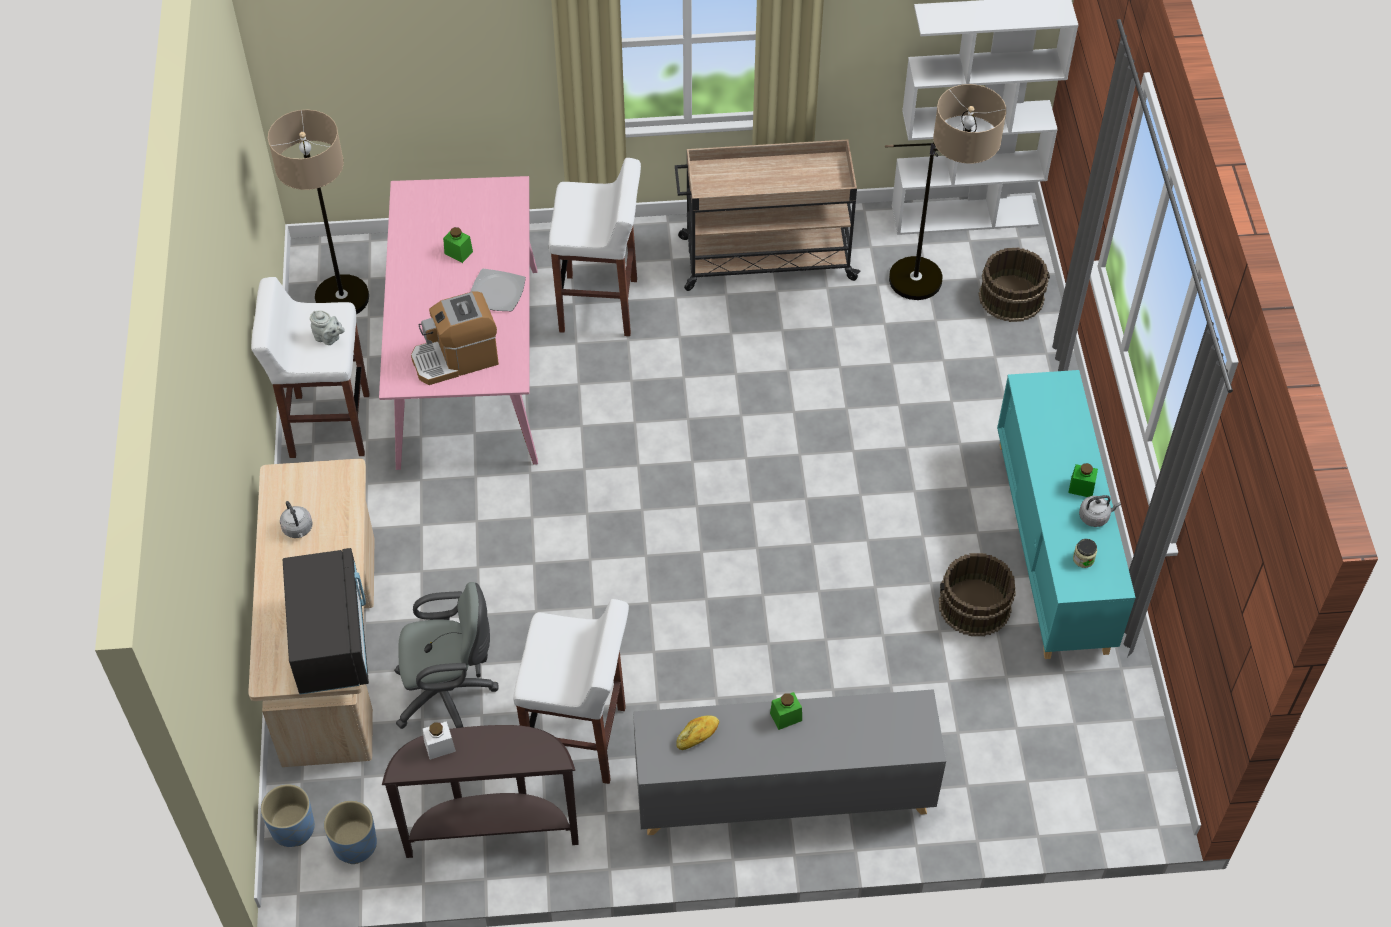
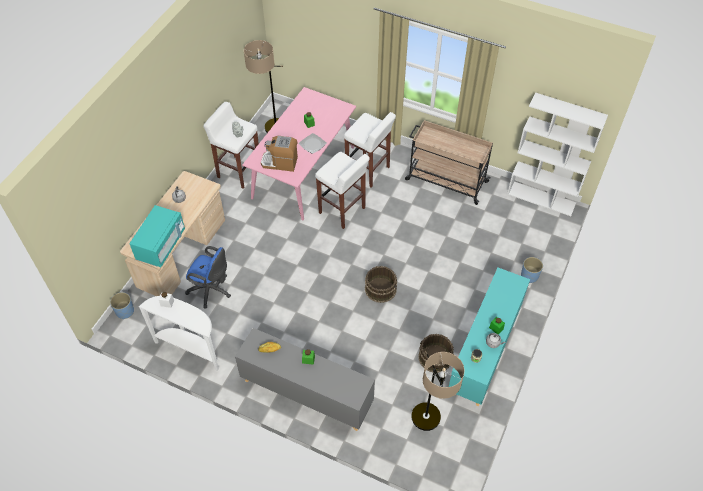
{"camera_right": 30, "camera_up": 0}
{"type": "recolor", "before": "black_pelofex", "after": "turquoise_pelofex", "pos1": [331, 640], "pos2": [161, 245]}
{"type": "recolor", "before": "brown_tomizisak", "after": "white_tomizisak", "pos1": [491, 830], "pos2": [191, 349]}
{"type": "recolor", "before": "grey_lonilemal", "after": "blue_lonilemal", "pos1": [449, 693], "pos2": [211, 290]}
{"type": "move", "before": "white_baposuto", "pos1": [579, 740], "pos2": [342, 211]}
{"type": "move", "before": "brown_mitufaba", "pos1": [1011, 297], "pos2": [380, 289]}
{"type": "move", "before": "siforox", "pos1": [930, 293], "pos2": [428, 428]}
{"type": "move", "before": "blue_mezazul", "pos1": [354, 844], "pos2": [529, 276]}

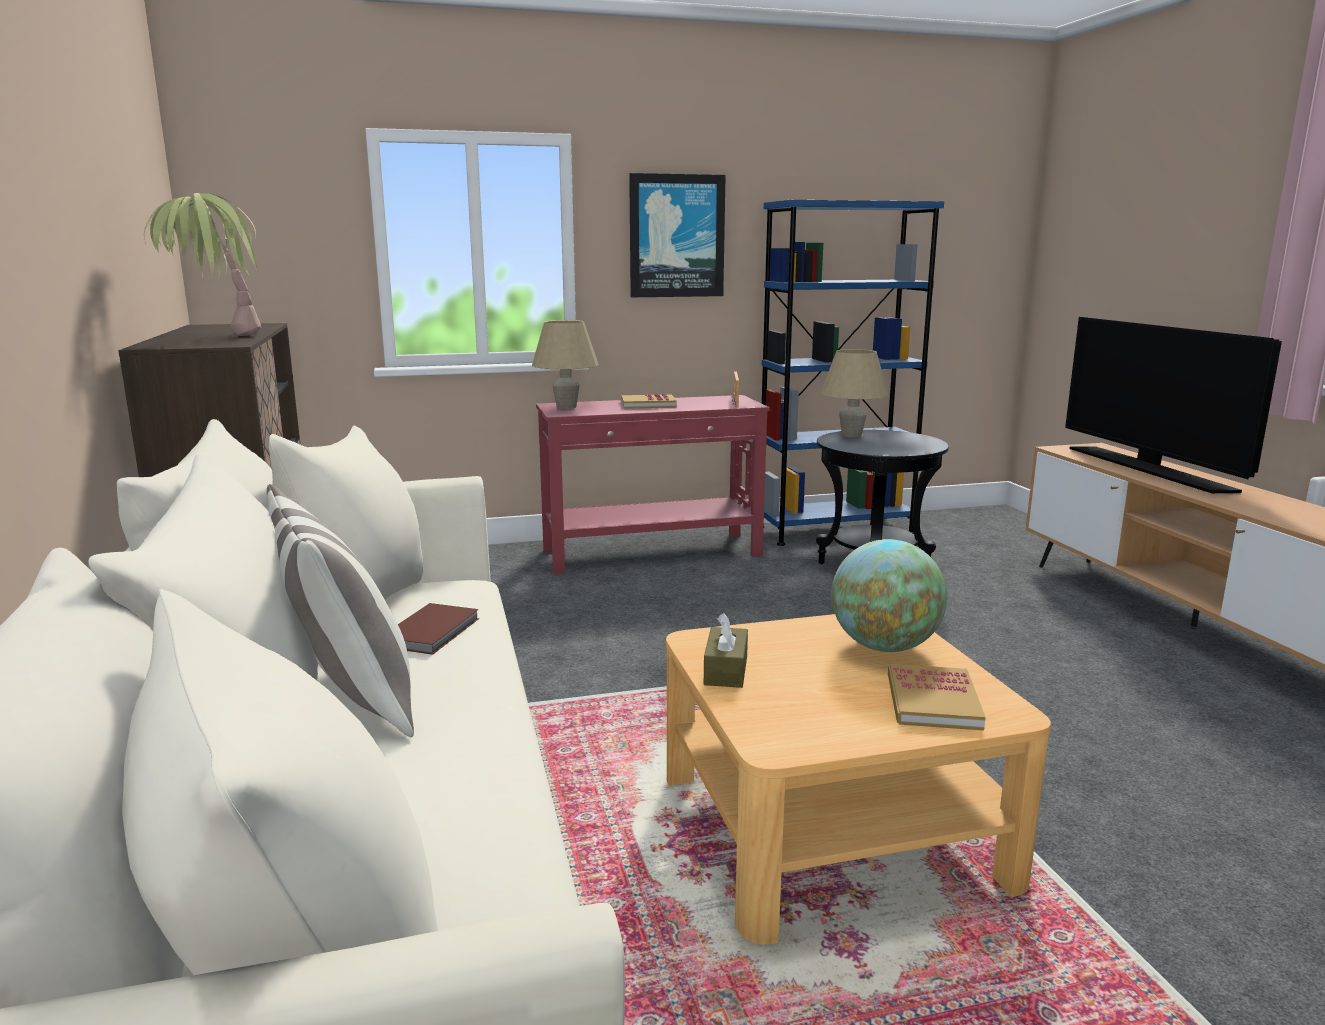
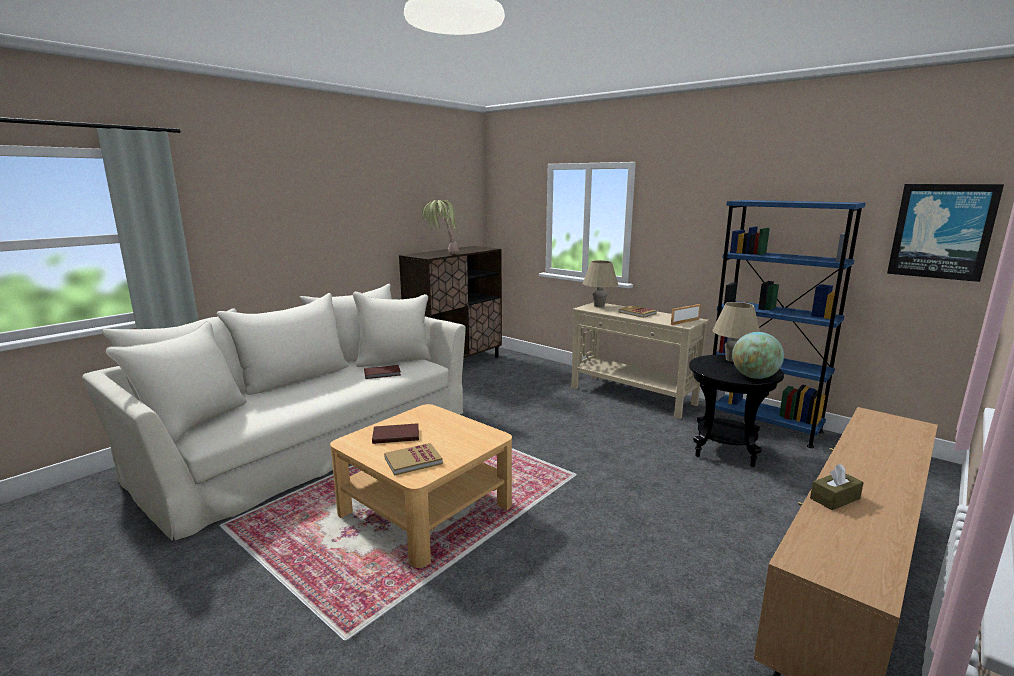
{"camera_right": 55, "camera_up": 0}
{"type": "insert", "after": "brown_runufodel", "pos2": [395, 435]}
{"type": "recolor", "before": "red_tomizisak", "after": "beige_tomizisak", "pos1": [653, 553], "pos2": [632, 396]}
{"type": "move", "before": "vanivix", "pos1": [884, 646], "pos2": [754, 377]}
{"type": "move", "before": "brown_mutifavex", "pos1": [726, 670], "pos2": [834, 498]}
{"type": "move", "before": "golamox", "pos1": [676, 236], "pos2": [941, 231]}
{"type": "delete", "before": "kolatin", "pos1": [347, 700]}
{"type": "delete", "before": "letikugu", "pos1": [1149, 469]}

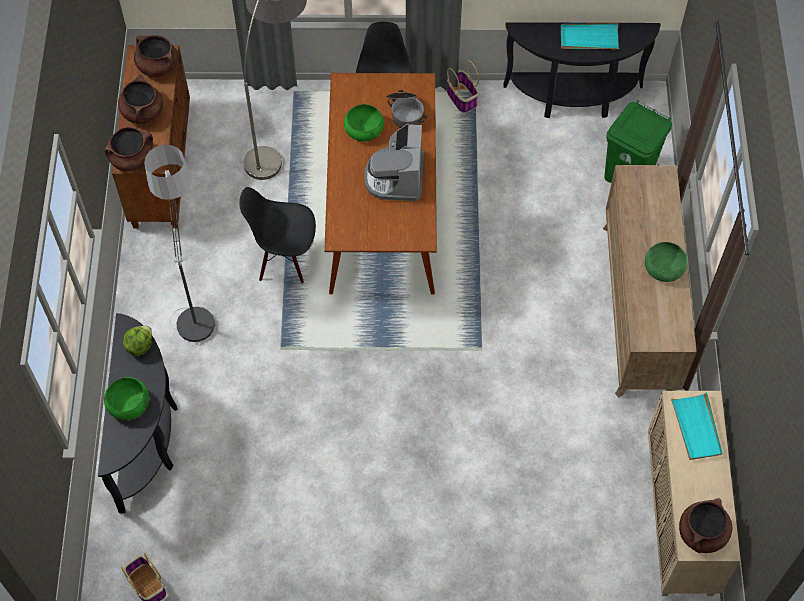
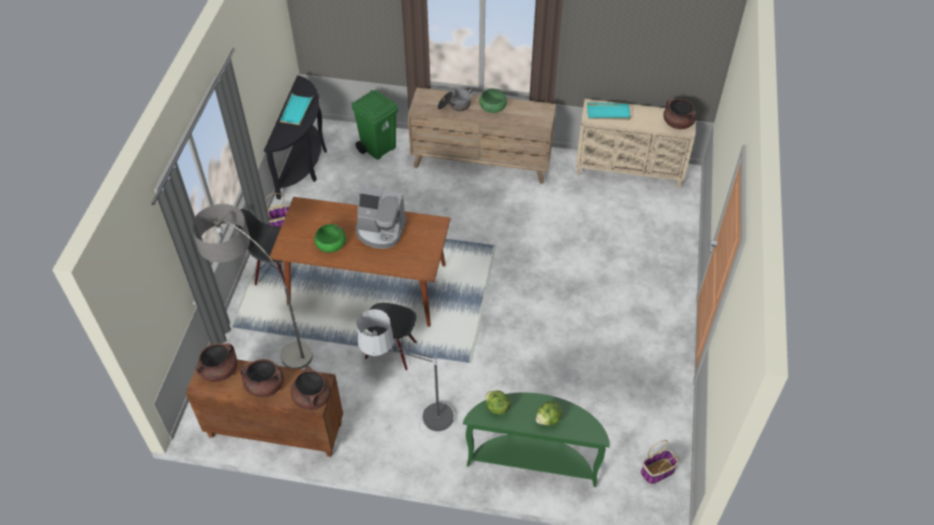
{"camera_right": -80, "camera_up": -10}
{"type": "move", "before": "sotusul", "pos1": [405, 113], "pos2": [454, 105]}
{"type": "recolor", "before": "black_tomizisak", "after": "green_tomizisak", "pos1": [149, 438], "pos2": [533, 460]}
{"type": "replace", "before": "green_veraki", "after": "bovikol", "pos1": [128, 403], "pos2": [548, 419]}

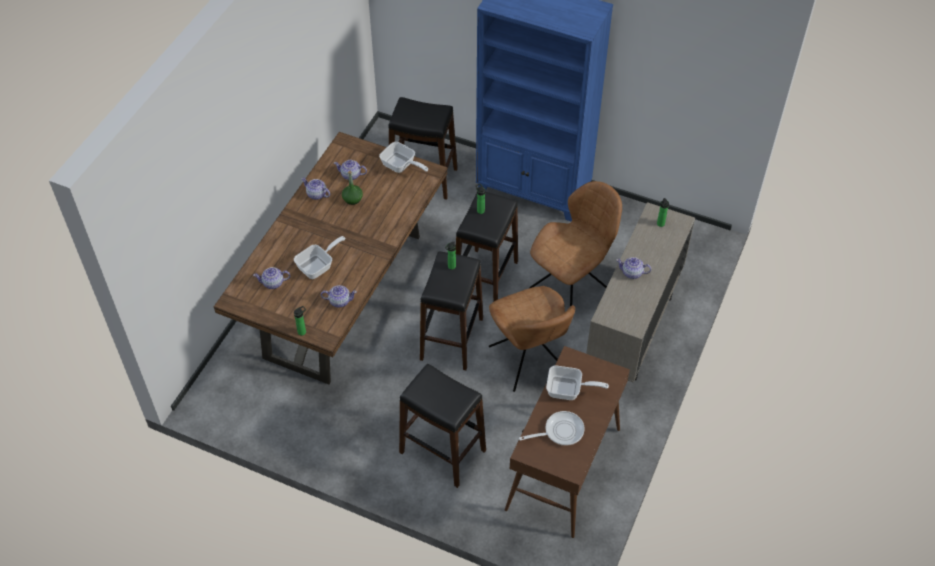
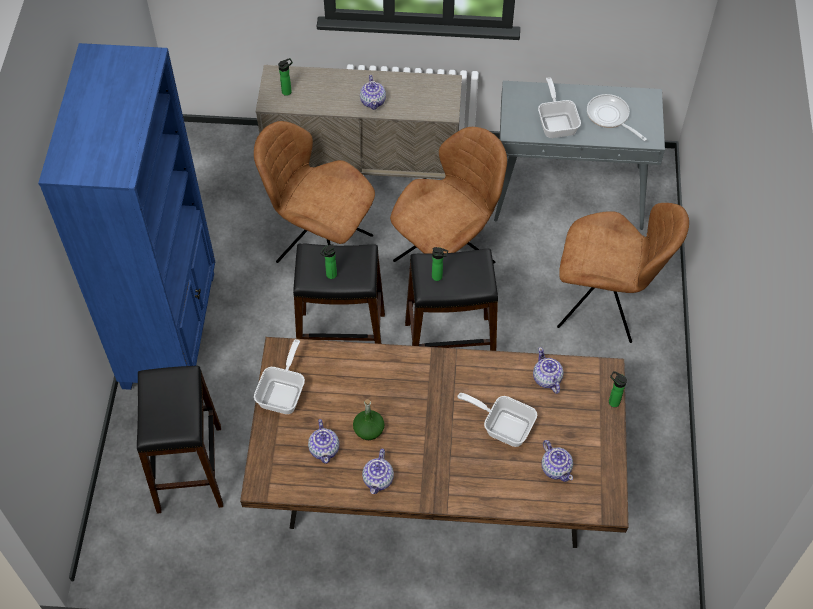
{"camera_right": -110, "camera_up": 5}
{"type": "recolor", "before": "brown_tomizisak", "after": "grey_tomizisak", "pos1": [563, 470], "pos2": [569, 193]}
{"type": "replace", "before": "black_baposuto", "after": "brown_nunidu", "pos1": [442, 451], "pos2": [604, 306]}

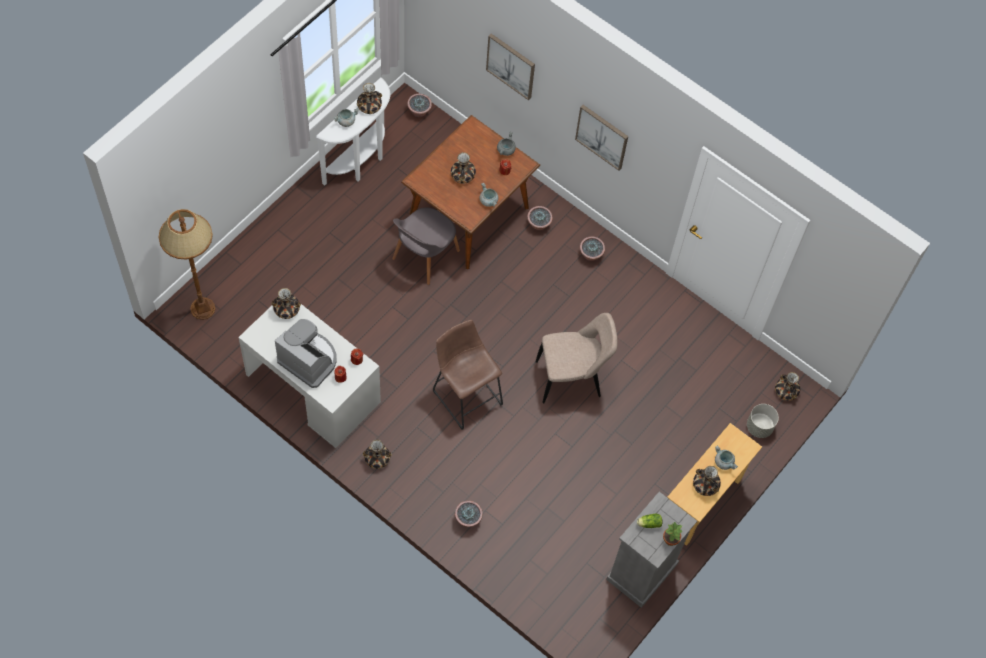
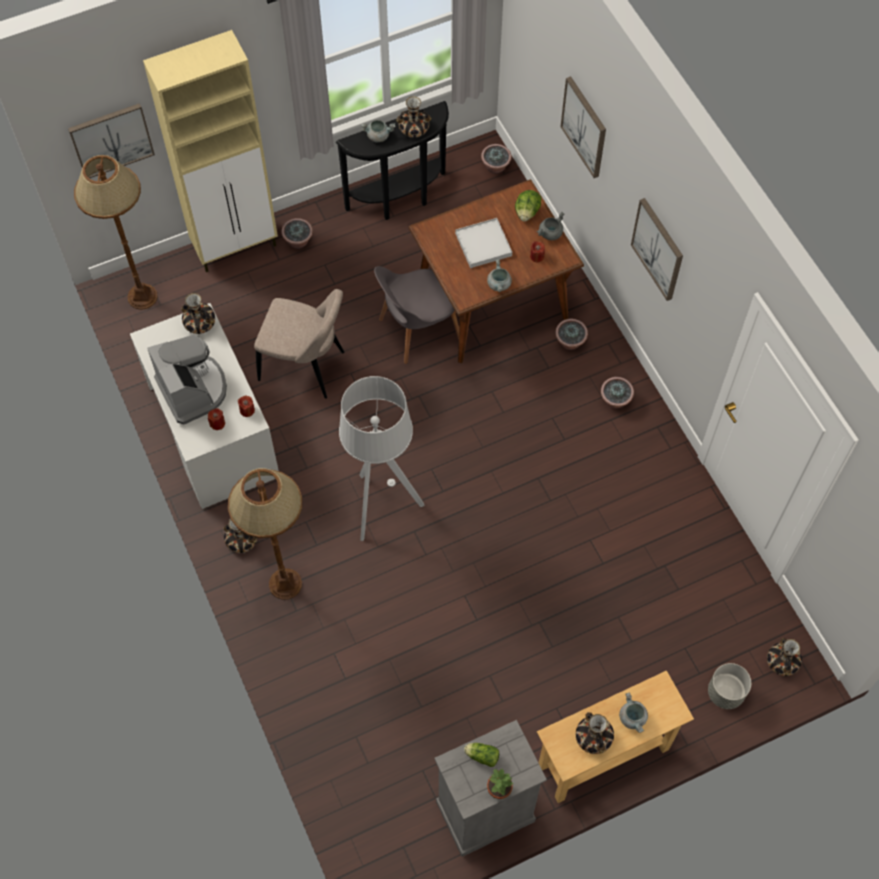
{"camera_right": 30, "camera_up": 0}
{"type": "insert", "after": "golamox", "pos2": [111, 140]}
{"type": "insert", "after": "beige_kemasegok", "pos2": [236, 247]}
{"type": "insert", "after": "brown_siforox", "pos2": [285, 584]}
{"type": "move", "before": "beige_nunidu", "pos1": [571, 379], "pos2": [306, 367]}
{"type": "move", "before": "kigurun", "pos1": [468, 519], "pos2": [298, 242]}
{"type": "recolor", "before": "white_tomizisak", "after": "black_tomizisak", "pos1": [361, 162], "pos2": [400, 200]}
{"type": "replace", "before": "brown_baposuto", "after": "grey_siforox", "pos1": [465, 394], "pos2": [382, 506]}
{"type": "replace", "before": "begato", "after": "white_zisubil", "pos1": [462, 176], "pos2": [483, 245]}
{"type": "insert", "after": "bovikol", "pos2": [527, 212]}

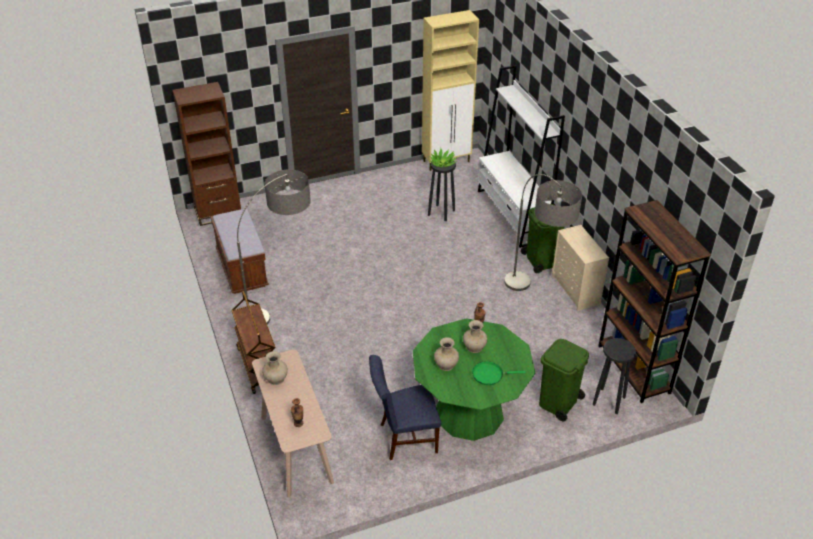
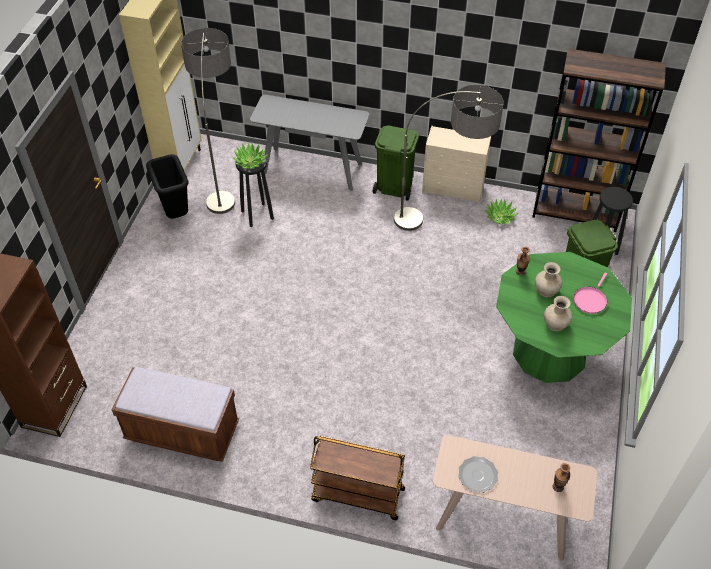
{"camera_right": -55, "camera_up": 10}
{"type": "insert", "after": "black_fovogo", "pos2": [176, 213]}
{"type": "move", "before": "siforox", "pos1": [285, 306], "pos2": [223, 179]}
{"type": "replace", "before": "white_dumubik", "after": "grey_tomizisak", "pos1": [512, 215], "pos2": [312, 168]}
{"type": "replace", "before": "beige_begato", "after": "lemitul", "pos1": [275, 379], "pos2": [477, 475]}
{"type": "insert", "after": "kigurun", "pos2": [500, 216]}
{"type": "recolor", "before": "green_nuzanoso", "after": "pink_nuzanoso", "pos1": [490, 375], "pos2": [590, 300]}
{"type": "delete", "before": "blue_nunidu", "pos1": [404, 438]}

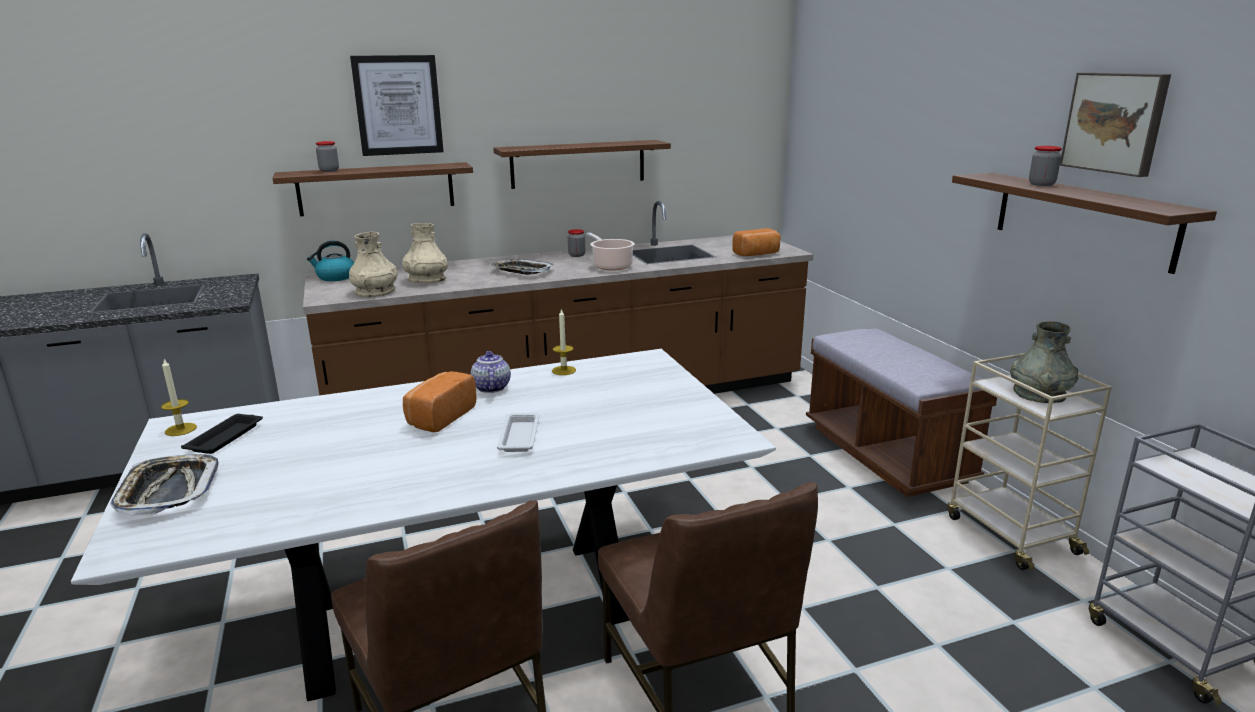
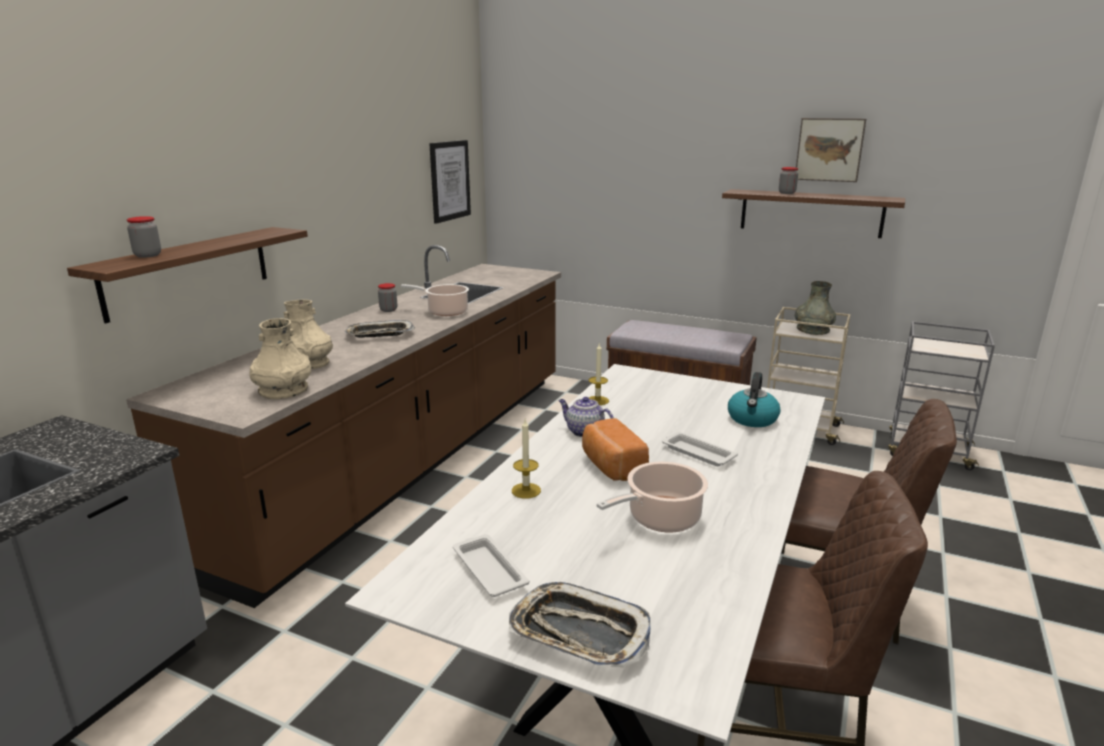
{"camera_right": -45, "camera_up": 0}
{"type": "move", "before": "golamox", "pos1": [398, 105], "pos2": [449, 180]}
{"type": "recolor", "before": "black_zisubil", "after": "white_zisubil", "pos1": [226, 437], "pos2": [488, 569]}
{"type": "move", "before": "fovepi", "pos1": [181, 429], "pos2": [526, 490]}
{"type": "insert", "after": "sotusul", "pos2": [660, 519]}
{"type": "move", "before": "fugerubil", "pos1": [335, 277], "pos2": [752, 419]}
{"type": "delete", "before": "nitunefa", "pos1": [578, 164]}
{"type": "delete", "before": "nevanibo", "pos1": [757, 254]}

